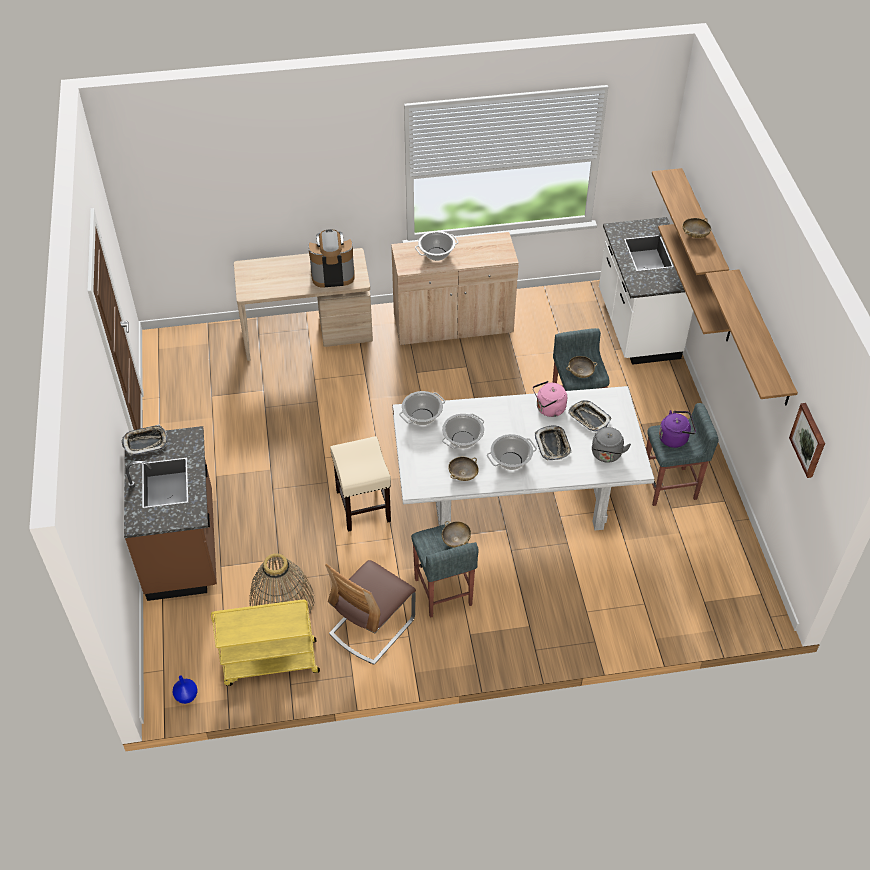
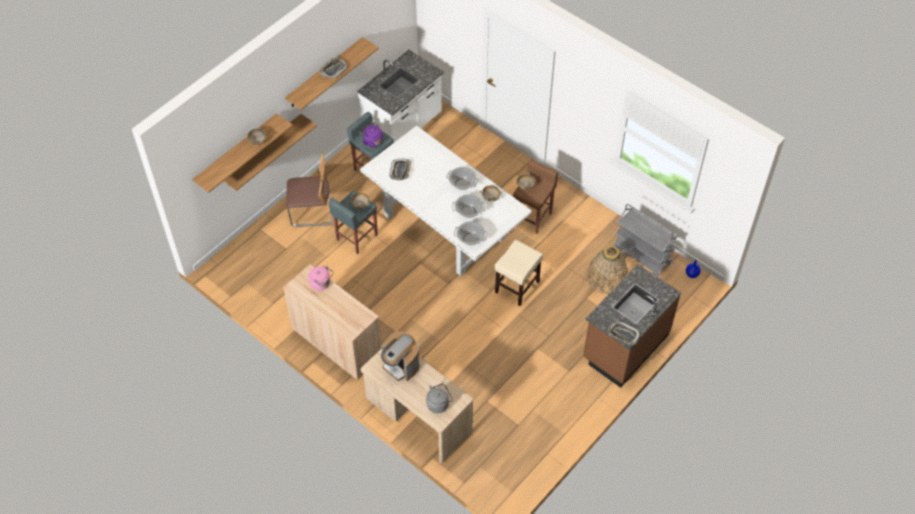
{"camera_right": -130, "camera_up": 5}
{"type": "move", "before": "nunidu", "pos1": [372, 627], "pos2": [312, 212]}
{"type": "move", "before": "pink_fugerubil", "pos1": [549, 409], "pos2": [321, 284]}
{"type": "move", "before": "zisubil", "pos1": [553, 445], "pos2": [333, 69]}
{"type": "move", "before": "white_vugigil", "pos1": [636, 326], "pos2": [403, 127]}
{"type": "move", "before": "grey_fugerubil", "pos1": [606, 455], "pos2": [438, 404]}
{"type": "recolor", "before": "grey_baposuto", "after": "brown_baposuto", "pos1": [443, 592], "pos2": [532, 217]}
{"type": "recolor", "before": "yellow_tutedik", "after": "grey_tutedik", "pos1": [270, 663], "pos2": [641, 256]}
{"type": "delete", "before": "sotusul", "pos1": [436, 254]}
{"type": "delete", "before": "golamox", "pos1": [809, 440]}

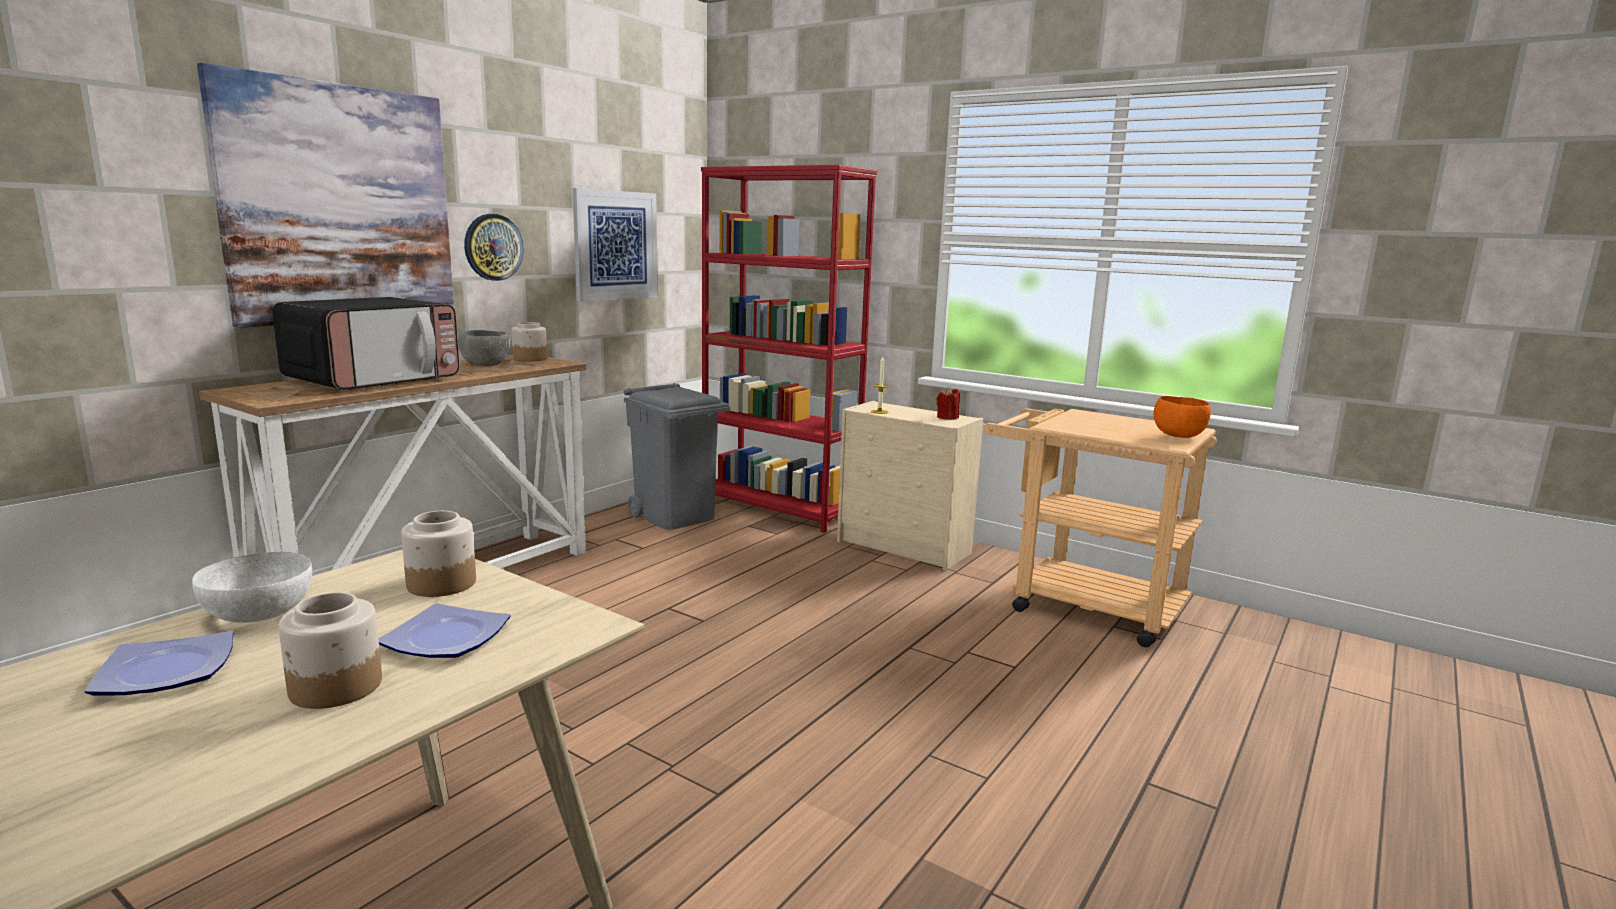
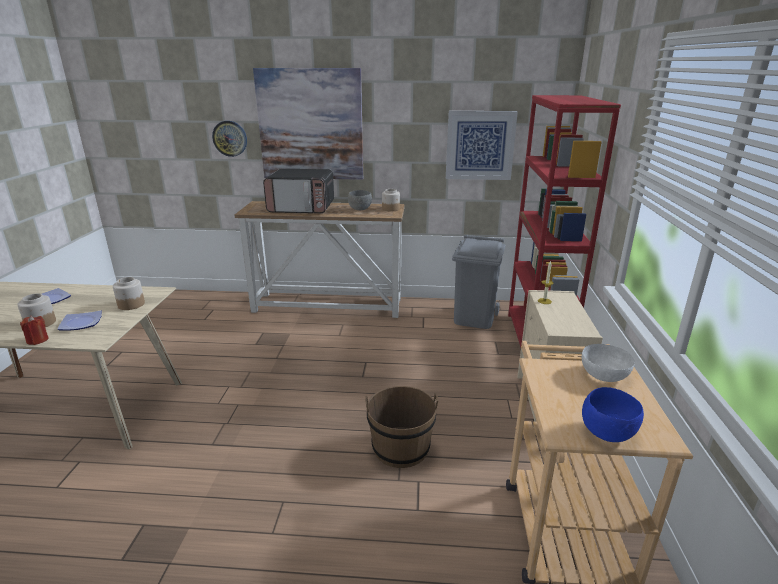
{"camera_right": 60, "camera_up": 10}
{"type": "move", "before": "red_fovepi", "pos1": [947, 417], "pos2": [37, 340]}
{"type": "move", "before": "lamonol", "pos1": [493, 247], "pos2": [230, 138]}
{"type": "insert", "after": "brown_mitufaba", "pos2": [400, 447]}
{"type": "move", "before": "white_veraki", "pos1": [259, 612], "pos2": [604, 374]}
{"type": "recolor", "before": "orange_veraki", "after": "blue_veraki", "pos1": [1178, 436], "pos2": [608, 433]}

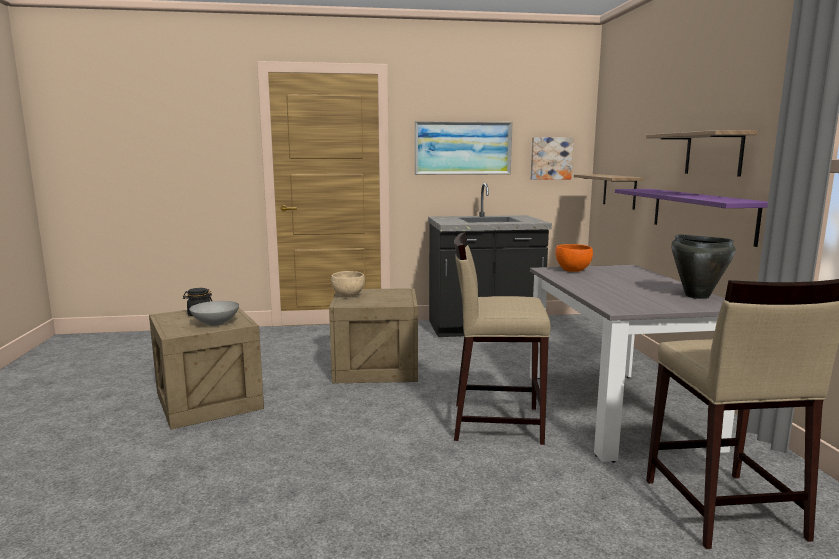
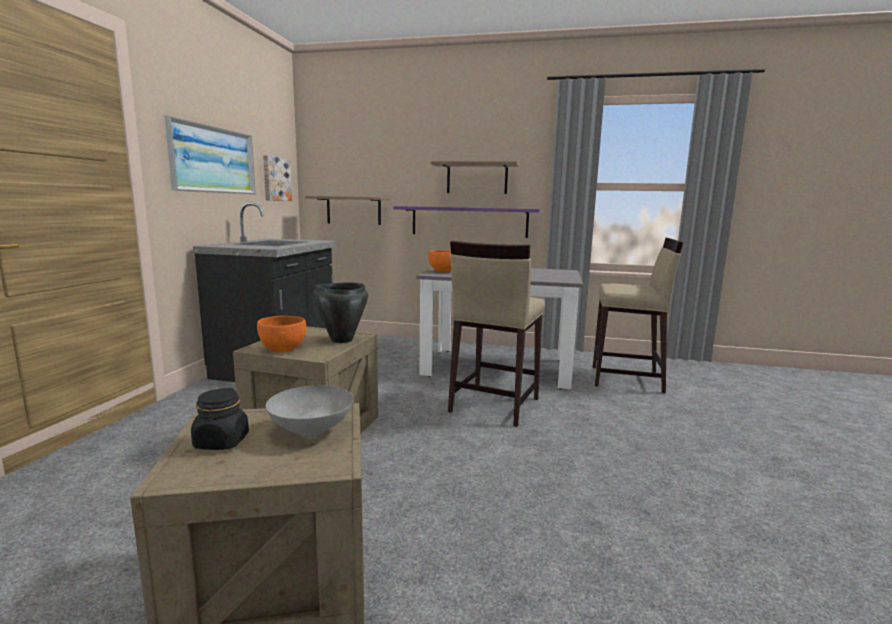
{"camera_right": -70, "camera_up": 0}
{"type": "recolor", "before": "beige_veraki", "after": "orange_veraki", "pos1": [348, 296], "pos2": [282, 350]}
{"type": "move", "before": "black_sotusul", "pos1": [696, 296], "pos2": [341, 340]}

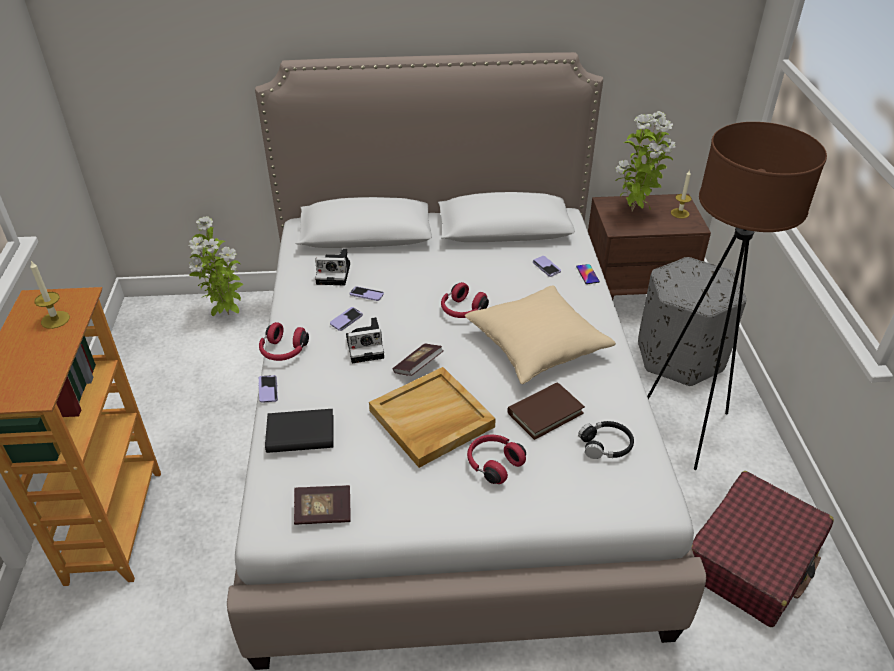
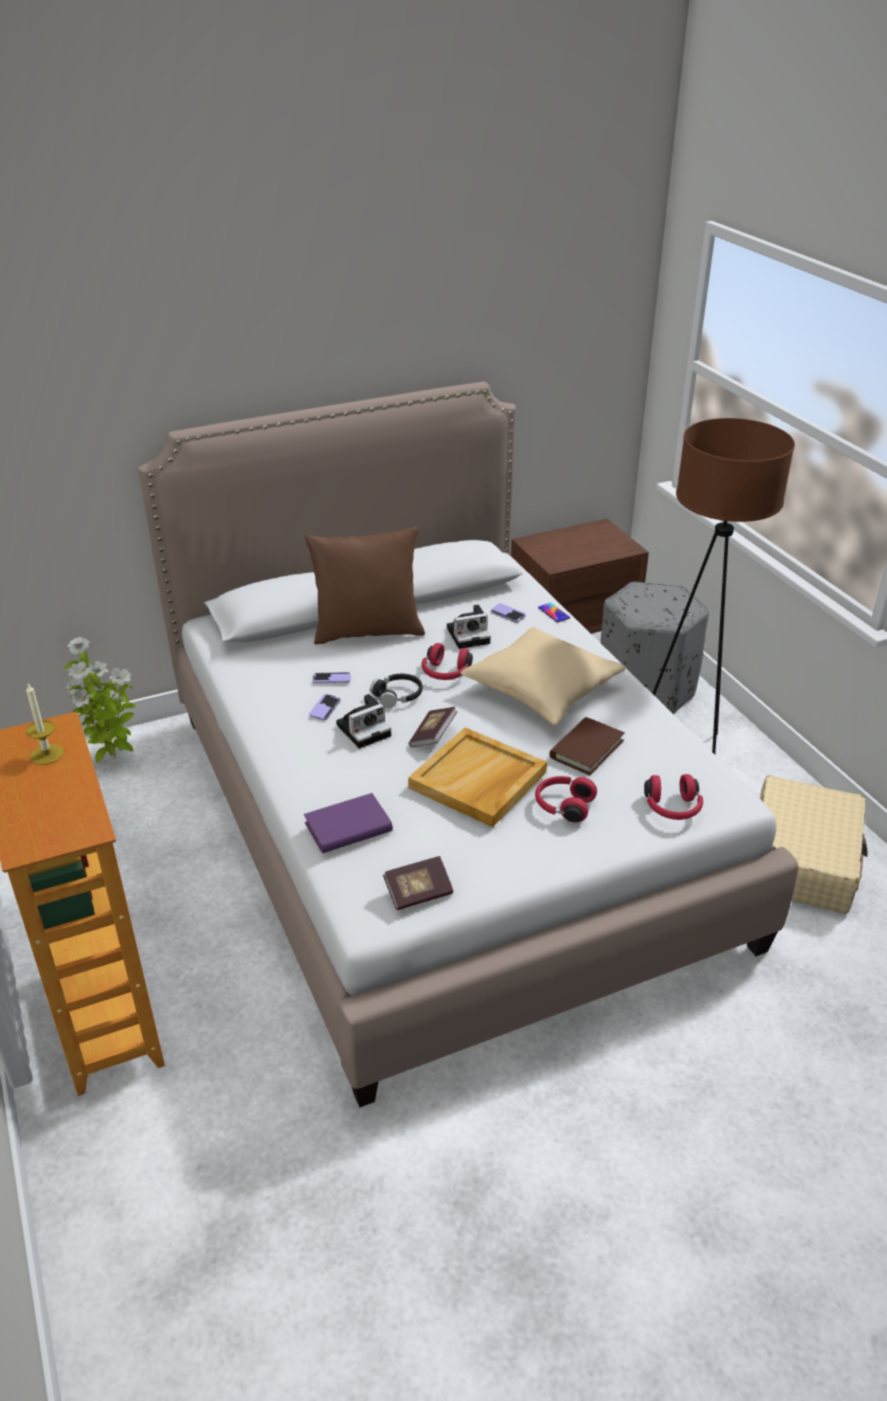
{"camera_right": -20, "camera_up": -5}
{"type": "recolor", "before": "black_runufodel", "after": "purple_runufodel", "pos1": [300, 434], "pos2": [348, 827]}
{"type": "insert", "after": "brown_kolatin", "pos2": [368, 631]}
{"type": "move", "before": "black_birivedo", "pos1": [606, 445], "pos2": [397, 696]}
{"type": "move", "before": "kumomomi", "pos1": [335, 273], "pos2": [469, 635]}
{"type": "move", "before": "red_birivedo", "pos1": [283, 351], "pos2": [672, 808]}
{"type": "recolor", "before": "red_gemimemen", "after": "beige_gemimemen", "pos1": [752, 558], "pos2": [801, 859]}
{"type": "delete", "before": "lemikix", "pos1": [268, 389]}
{"type": "delete", "before": "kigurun", "pos1": [634, 212]}
{"type": "delete", "before": "fovepi", "pos1": [680, 213]}

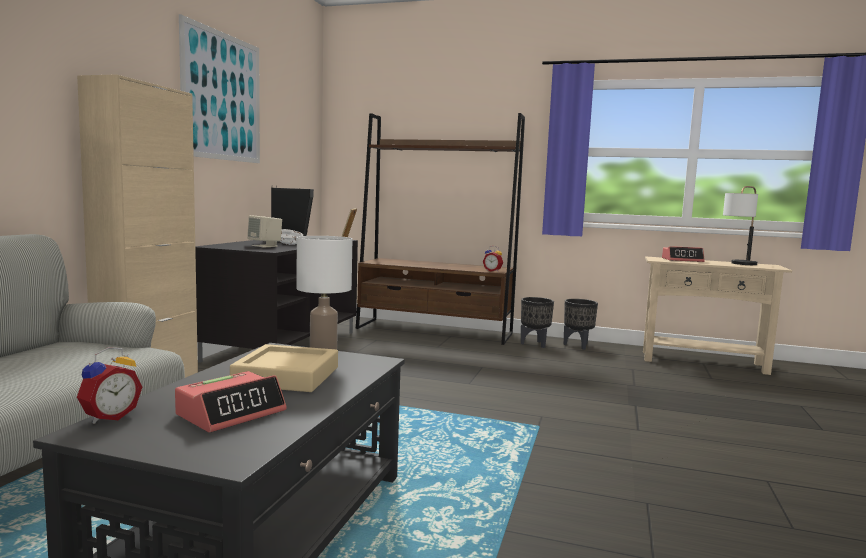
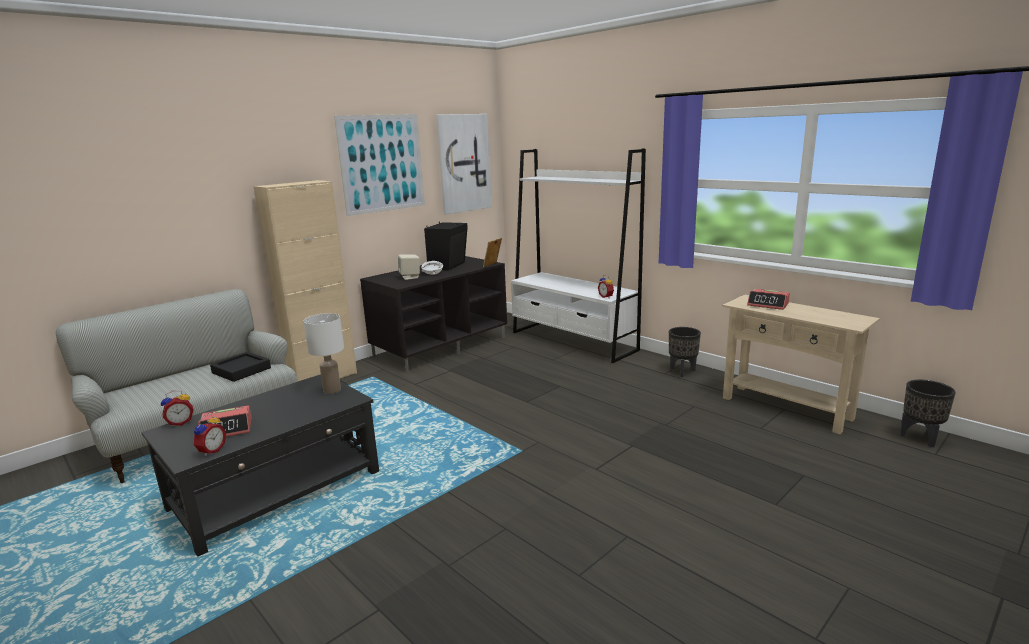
{"camera_right": 30, "camera_up": 10}
{"type": "insert", "after": "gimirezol", "pos2": [211, 451]}
{"type": "insert", "after": "black_zisubil", "pos2": [241, 370]}
{"type": "insert", "after": "golamox", "pos2": [464, 163]}
{"type": "recolor", "before": "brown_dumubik", "after": "white_dumubik", "pos1": [434, 331], "pos2": [573, 341]}
{"type": "move", "before": "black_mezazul", "pos1": [535, 344], "pos2": [920, 438]}
{"type": "delete", "before": "beige_zisubil", "pos1": [286, 376]}
{"type": "delete", "before": "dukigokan", "pos1": [738, 264]}

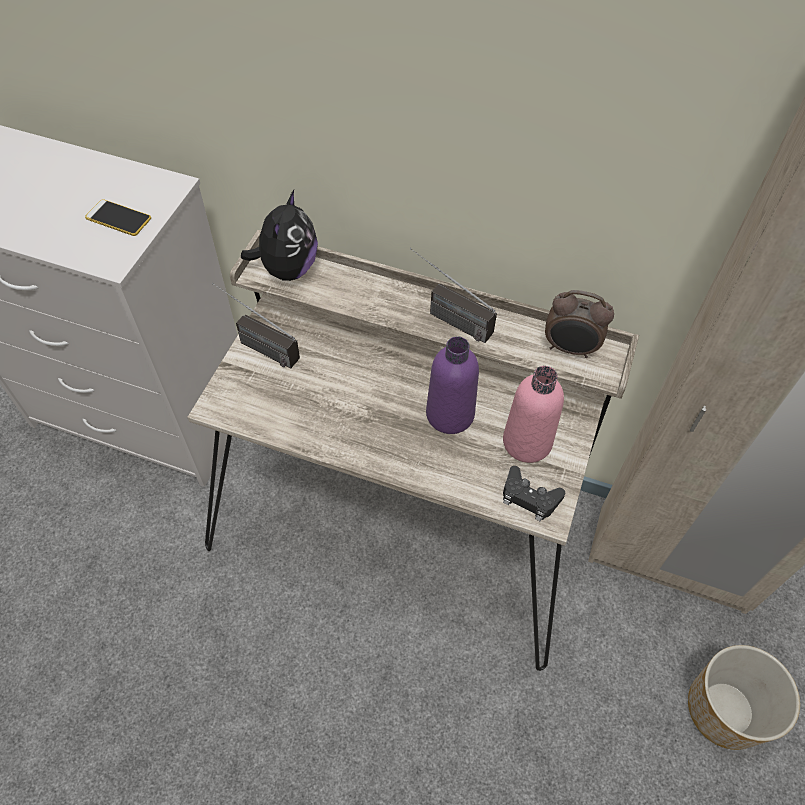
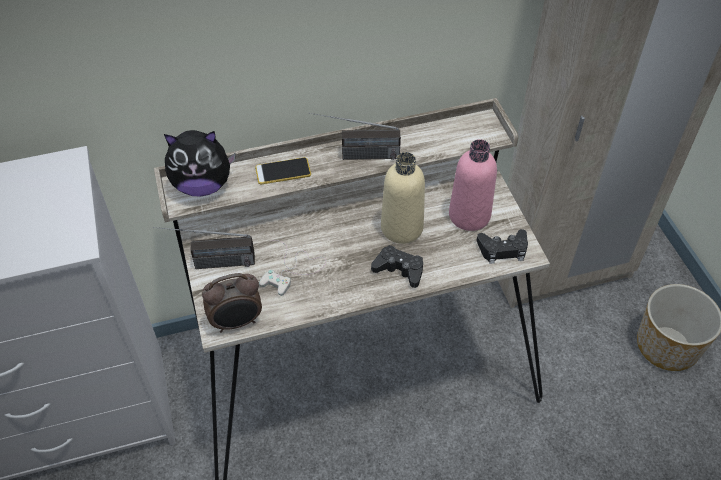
{"camera_right": -35, "camera_up": -5}
{"type": "rotate", "before": "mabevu", "pos1": [287, 269], "pos2": [203, 185], "turn": 105}
{"type": "move", "before": "gimirezol", "pos1": [570, 349], "pos2": [237, 322]}
{"type": "move", "before": "lemikix", "pos1": [118, 218], "pos2": [283, 171]}
{"type": "insert", "after": "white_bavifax", "pos2": [292, 269]}
{"type": "insert", "after": "black_bavifax", "pos2": [399, 270]}
{"type": "recolor", "before": "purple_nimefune", "after": "beige_nimefune", "pos1": [450, 414], "pos2": [402, 228]}

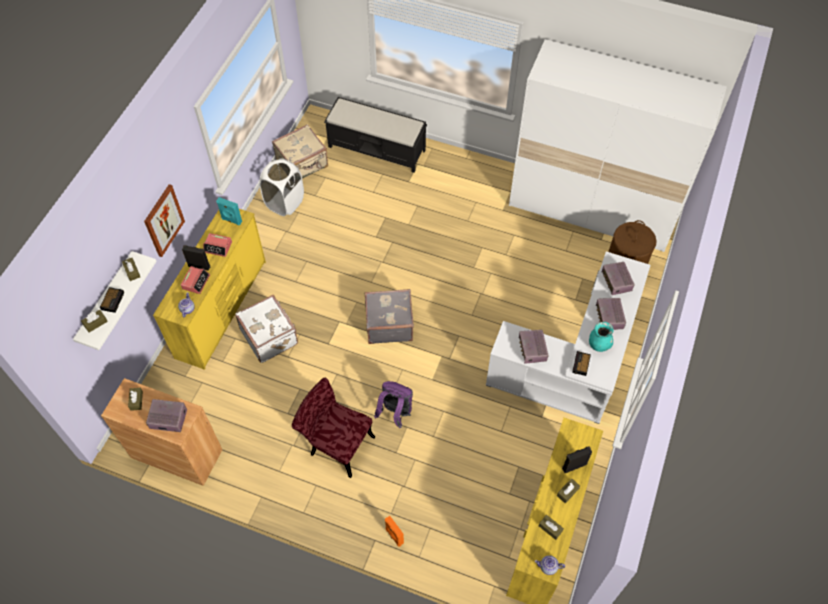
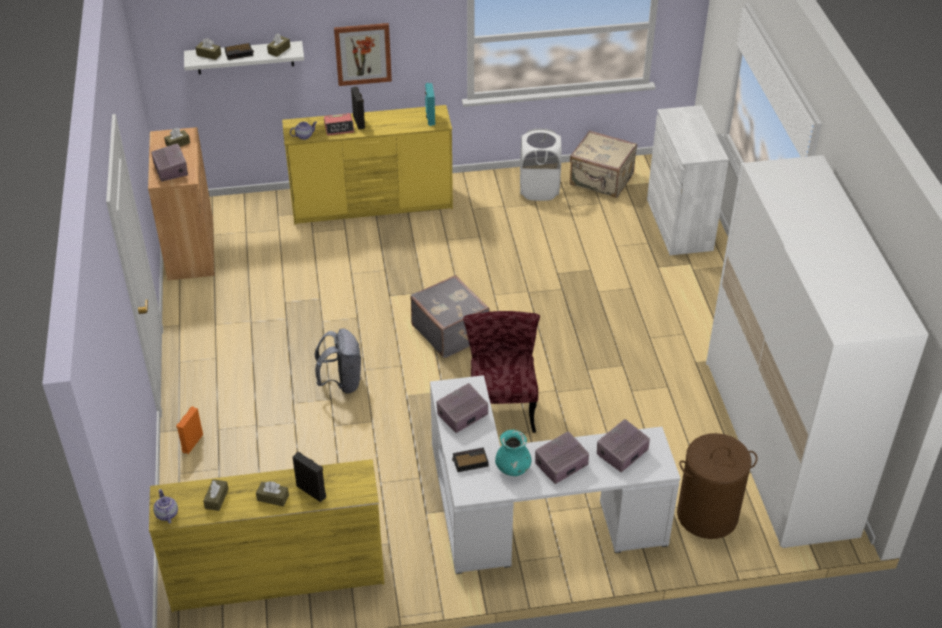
{"camera_right": 60, "camera_up": -15}
{"type": "recolor", "before": "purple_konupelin", "after": "grey_konupelin", "pos1": [395, 413], "pos2": [342, 382]}
{"type": "move", "before": "red_nunidu", "pos1": [336, 443], "pos2": [502, 404]}
{"type": "replace", "before": "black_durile", "after": "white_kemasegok", "pos1": [377, 149], "pos2": [679, 224]}
{"type": "delete", "before": "gimirezol", "pos1": [218, 247]}
{"type": "delete", "before": "white_gemimemen", "pos1": [270, 336]}

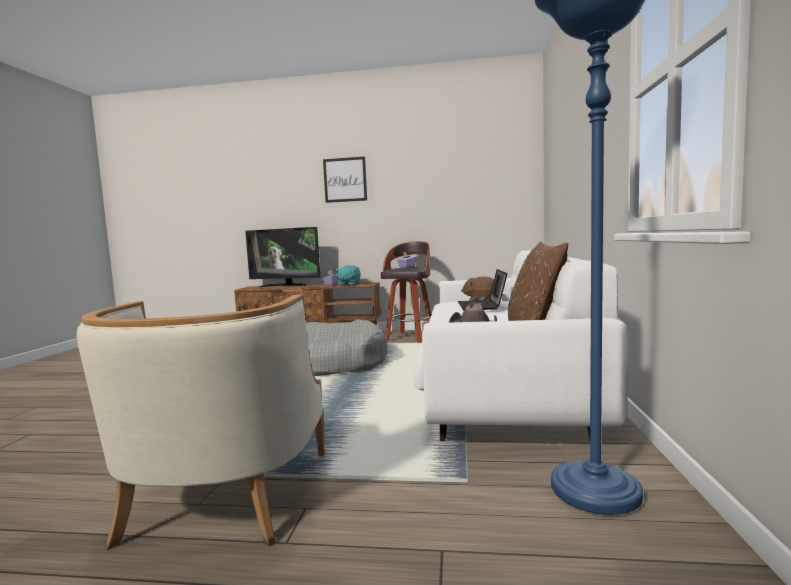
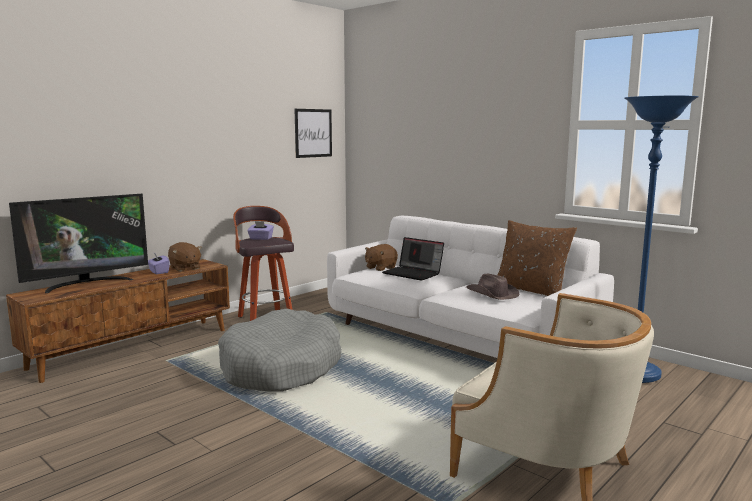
{"camera_right": -55, "camera_up": 5}
{"type": "recolor", "before": "turquoise_mabevu", "after": "brown_mabevu", "pos1": [349, 284], "pos2": [184, 268]}
{"type": "move", "before": "golamox", "pos1": [345, 180], "pos2": [313, 133]}

